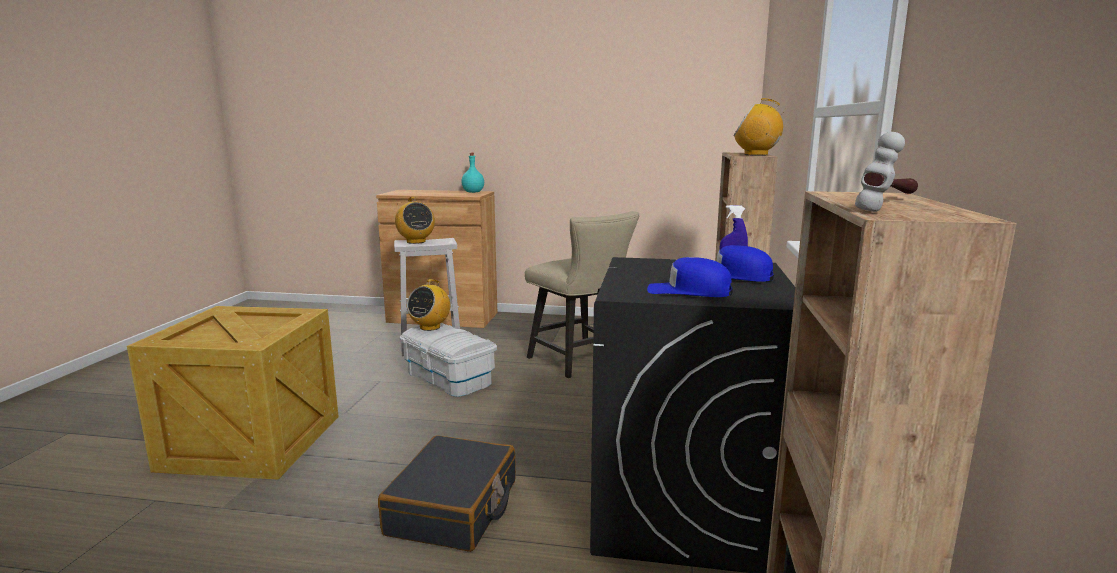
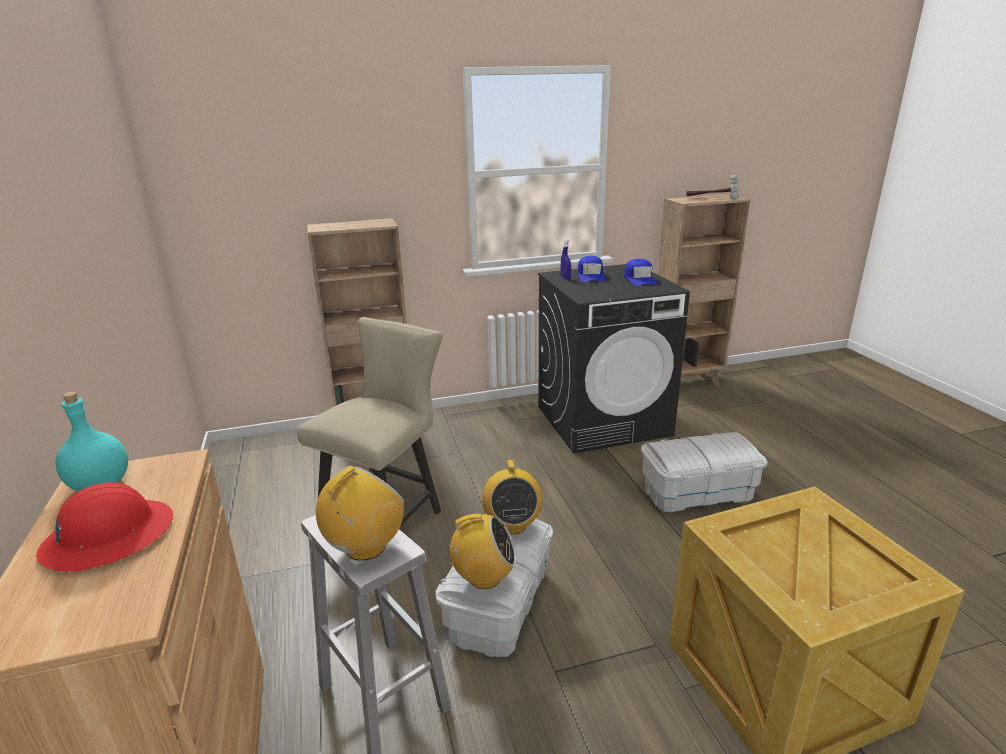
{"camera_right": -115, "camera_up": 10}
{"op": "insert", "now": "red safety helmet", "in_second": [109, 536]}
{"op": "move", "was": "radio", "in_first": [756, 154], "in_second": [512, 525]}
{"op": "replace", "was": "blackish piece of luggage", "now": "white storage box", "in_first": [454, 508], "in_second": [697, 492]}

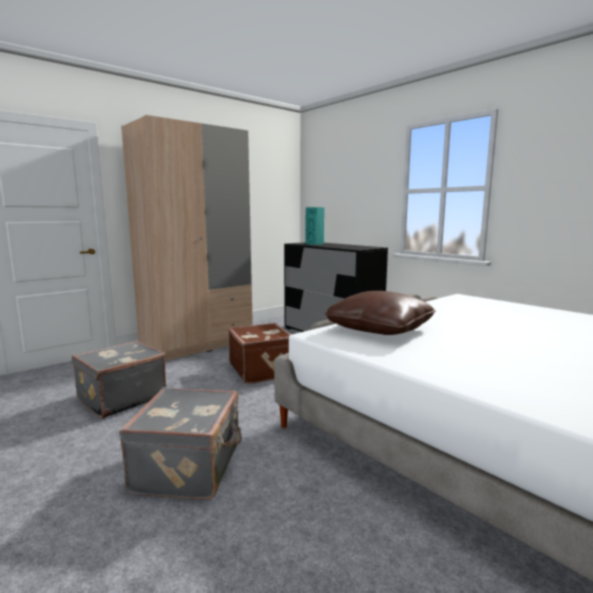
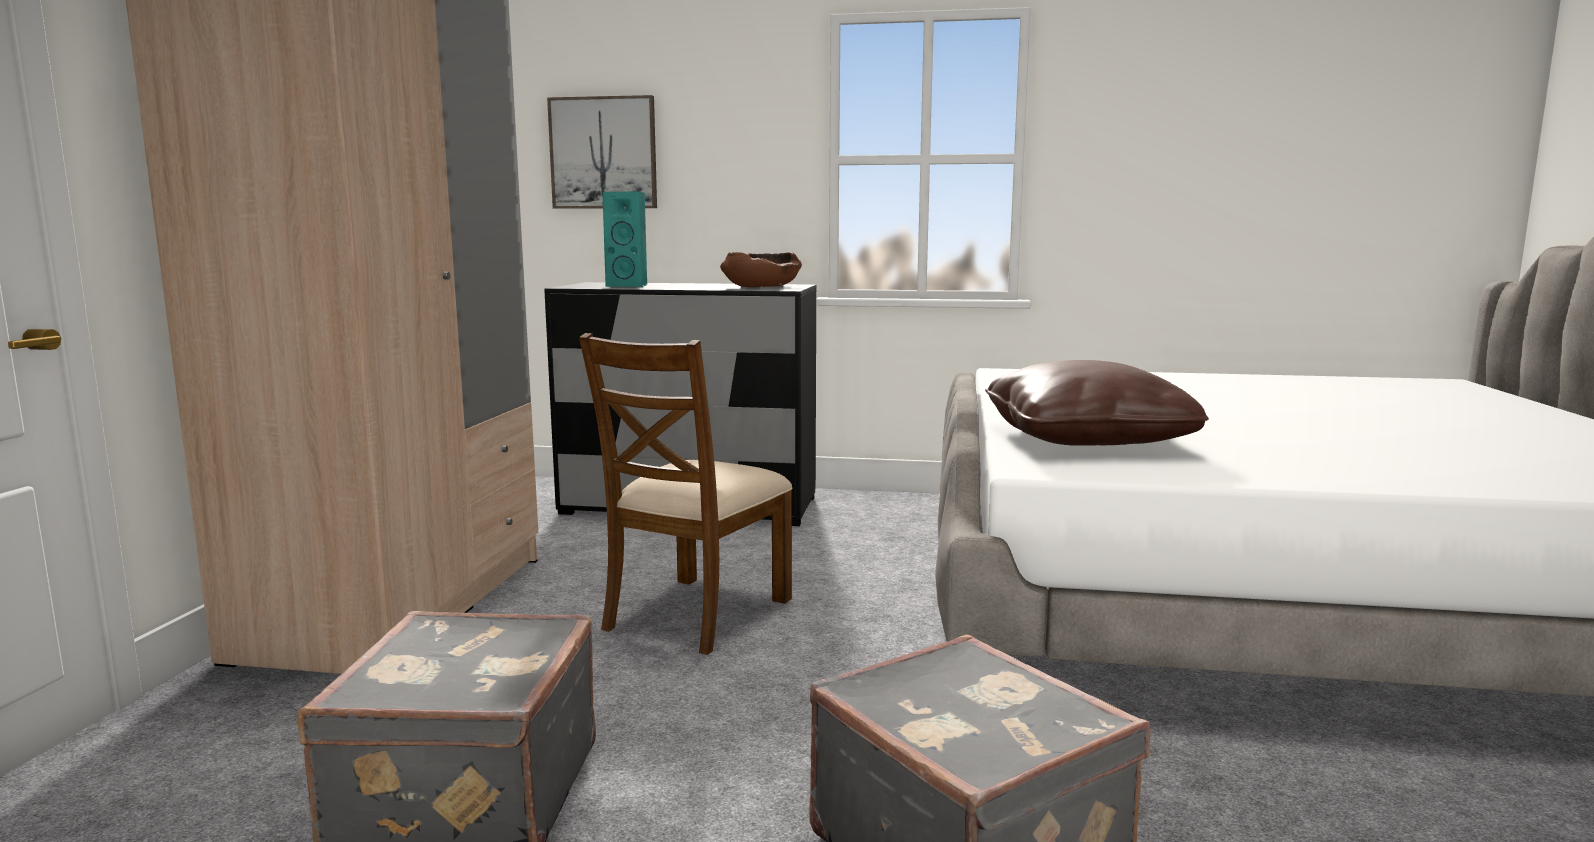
{"camera_right": -40, "camera_up": 0}
{"op": "insert", "now": "wall art", "in_second": [603, 153]}
{"op": "replace", "was": "brown-coloured piece of luggage", "now": "brown-coloured chair", "in_first": [262, 370], "in_second": [695, 614]}
{"op": "insert", "now": "brown-coloured serving bowl", "in_second": [762, 286]}

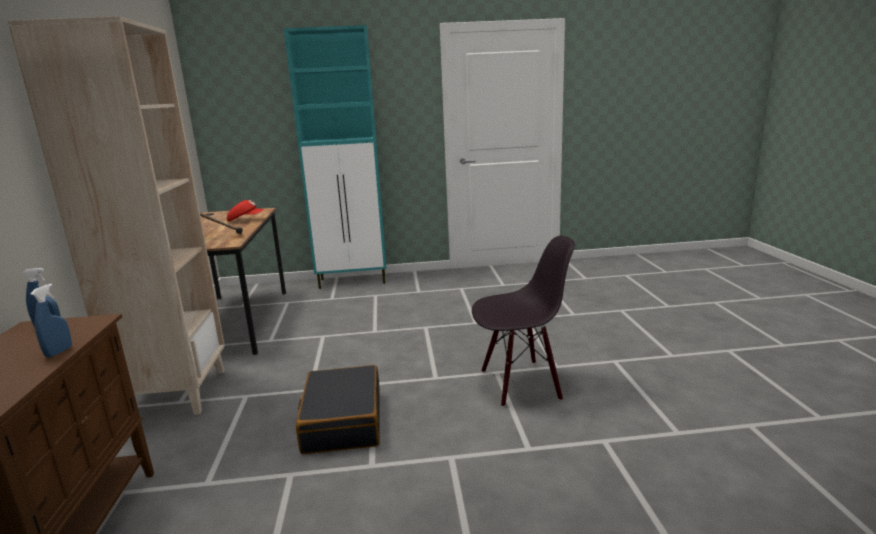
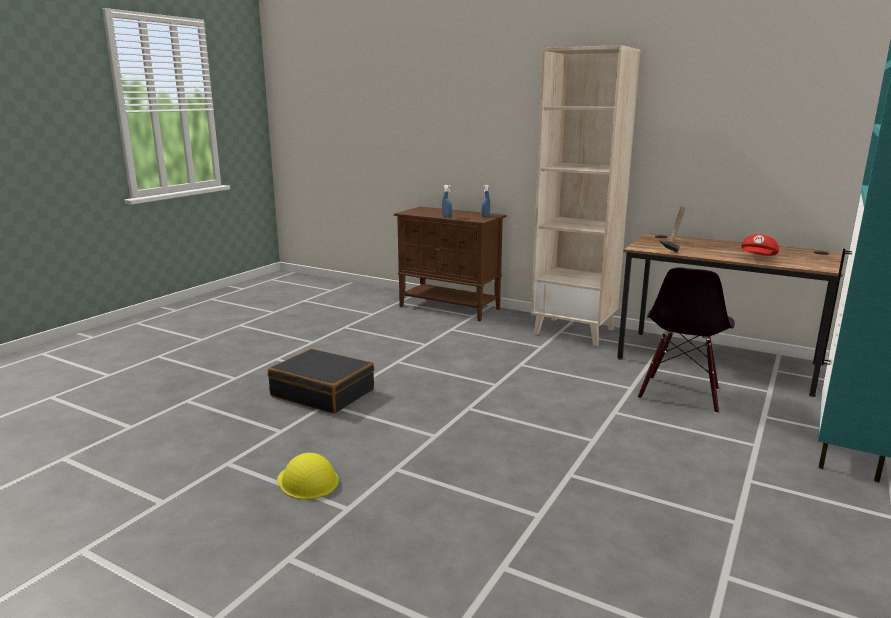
{"camera_right": 125, "camera_up": 0}
{"op": "move", "was": "blackish piece of luggage", "in_first": [342, 421], "in_second": [323, 393]}
{"op": "insert", "now": "yellow safety helmet", "in_second": [308, 481]}
{"op": "move", "was": "blackish chair", "in_first": [520, 383], "in_second": [680, 394]}

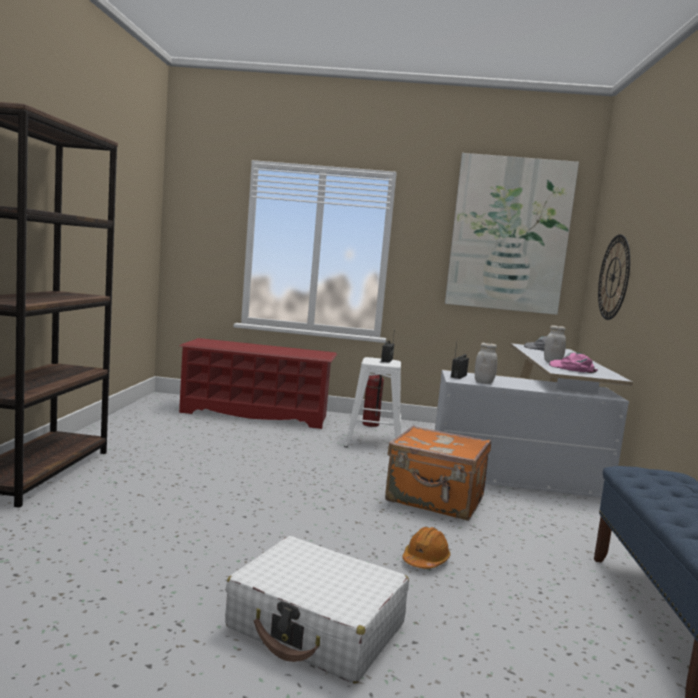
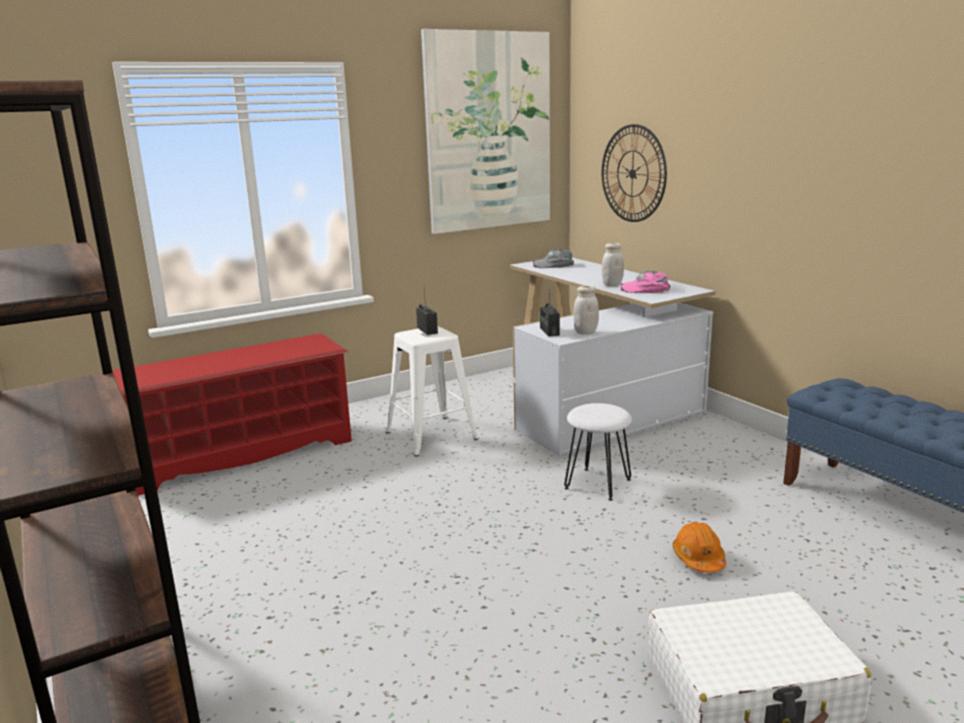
{"camera_right": -35, "camera_up": 10}
{"op": "replace", "was": "orange-coloured piece of luggage", "now": "white stool seat", "in_first": [435, 500], "in_second": [598, 483]}
{"op": "delete", "was": "extinguisher", "in_first": [370, 424]}

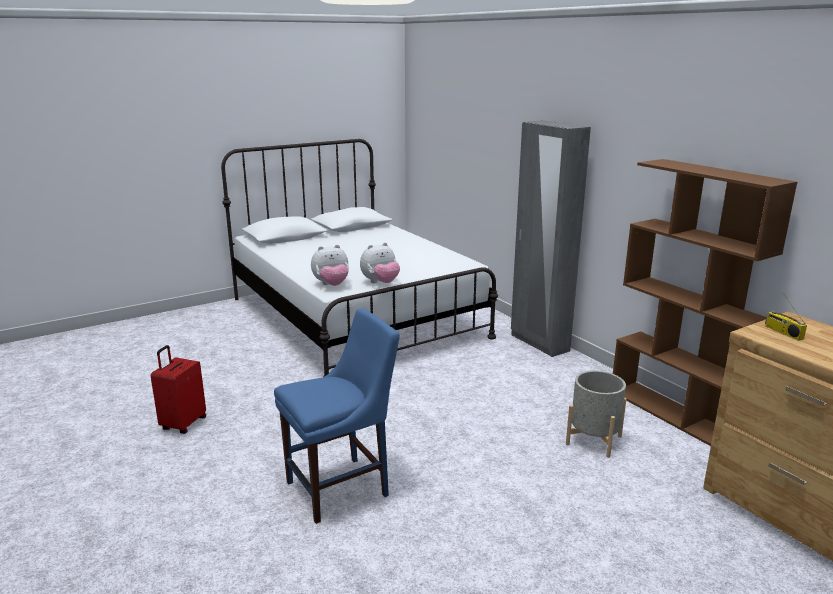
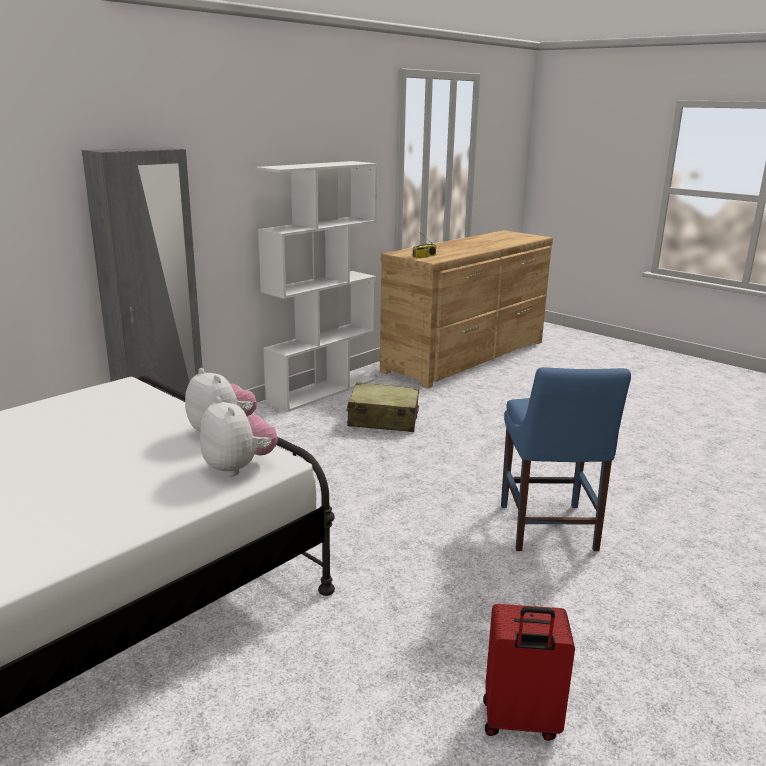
{"camera_right": -105, "camera_up": 0}
{"op": "recolor", "was": "brown-coloured bookcase", "now": "white bookcase", "in_first": [674, 414], "in_second": [322, 390]}
{"op": "replace", "was": "greyish planter", "now": "beige piece of luggage", "in_first": [593, 440], "in_second": [383, 419]}
{"op": "rotate", "was": "blue-coloured chair", "in_first": [342, 487], "in_second": [548, 530], "clockwise": -135}

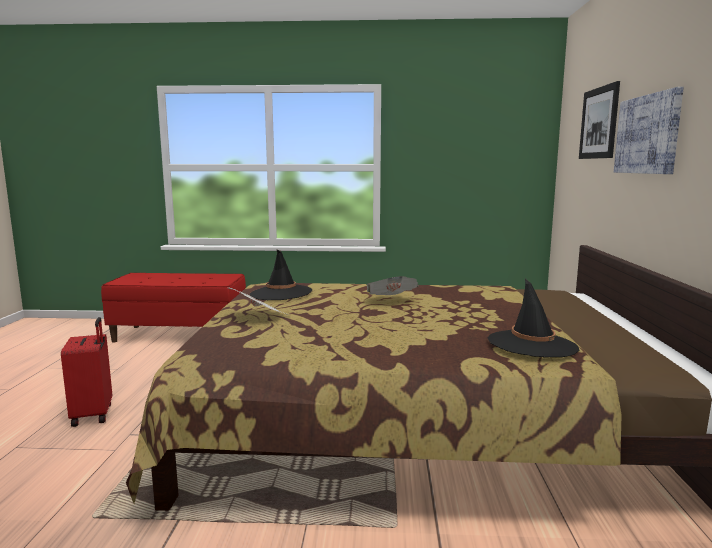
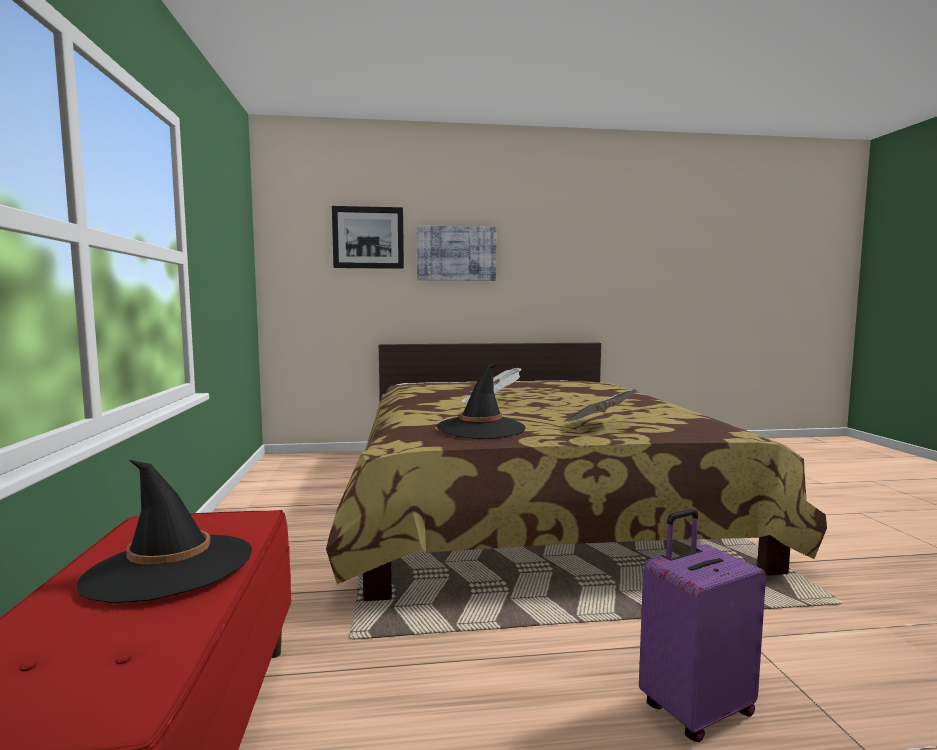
{"camera_right": -100, "camera_up": -5}
{"op": "move", "was": "blackish hat", "in_first": [532, 344], "in_second": [169, 568]}
{"op": "recolor", "was": "red piece of luggage", "now": "purplish piece of luggage", "in_first": [94, 415], "in_second": [695, 709]}

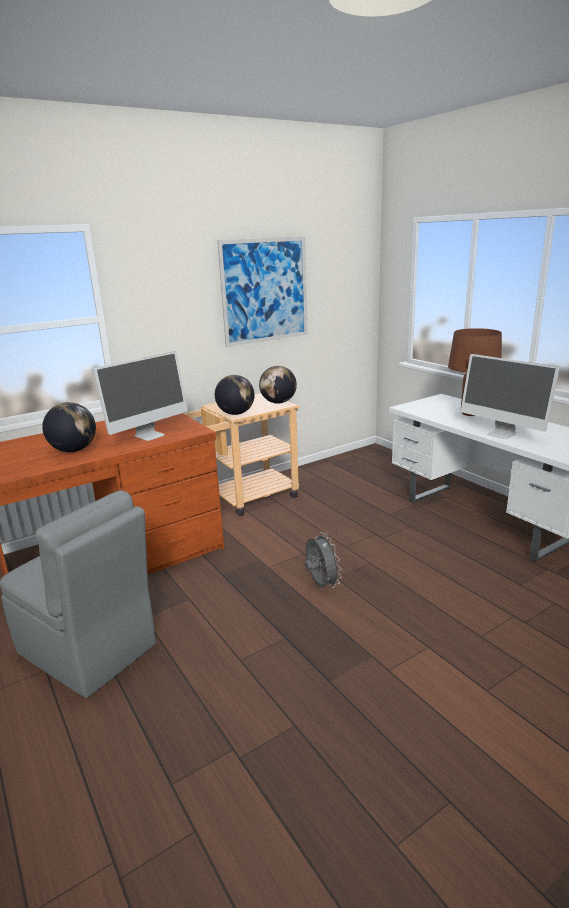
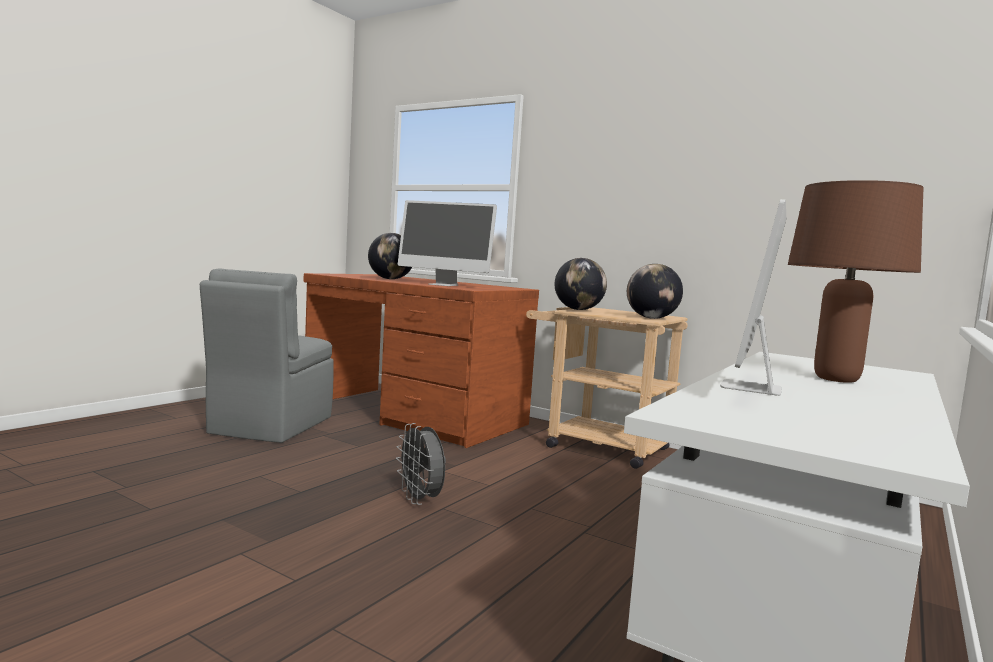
{"camera_right": 65, "camera_up": -15}
{"op": "rotate", "was": "greyish electric fan", "in_first": [321, 584], "in_second": [421, 500], "clockwise": 105}
{"op": "delete", "was": "wall art", "in_first": [265, 291]}

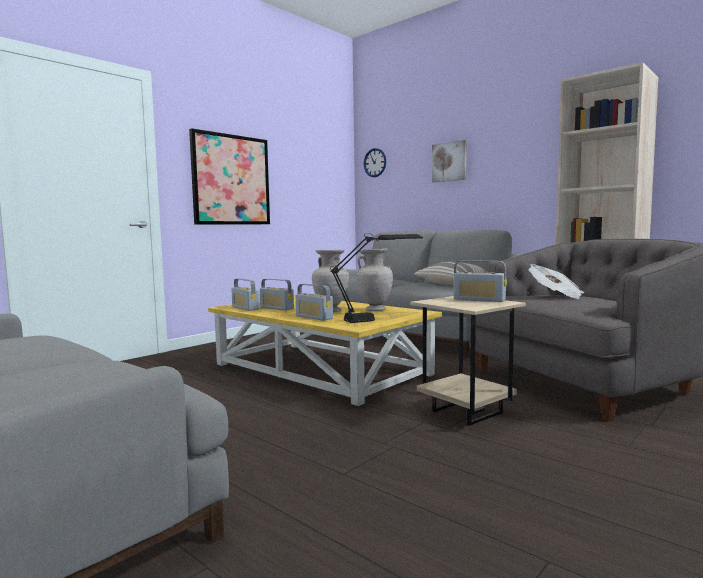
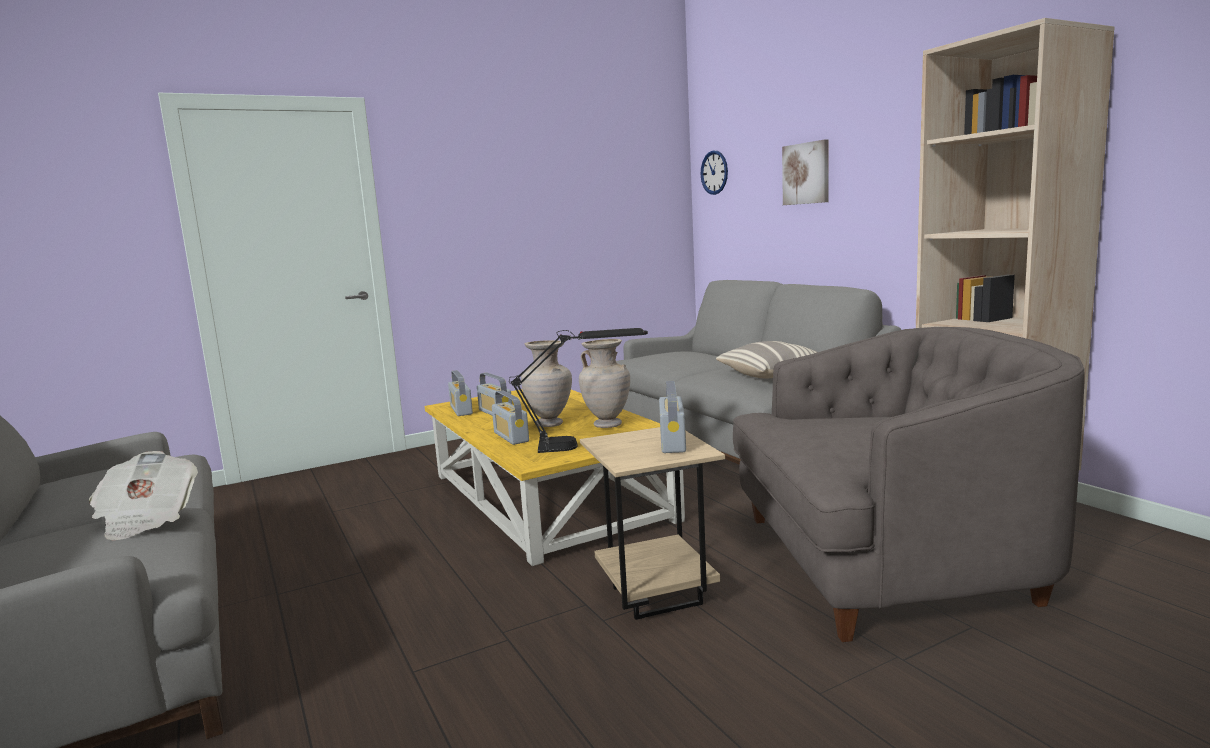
{"camera_right": 20, "camera_up": 5}
{"op": "move", "was": "newspaper", "in_first": [555, 296], "in_second": [147, 519]}
{"op": "rotate", "was": "radio", "in_first": [479, 300], "in_second": [672, 442], "clockwise": -135}
{"op": "delete", "was": "wall art", "in_first": [231, 180]}

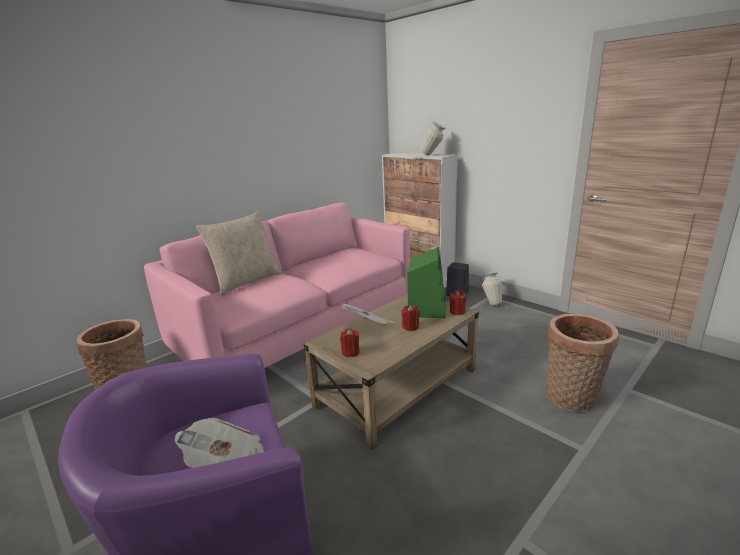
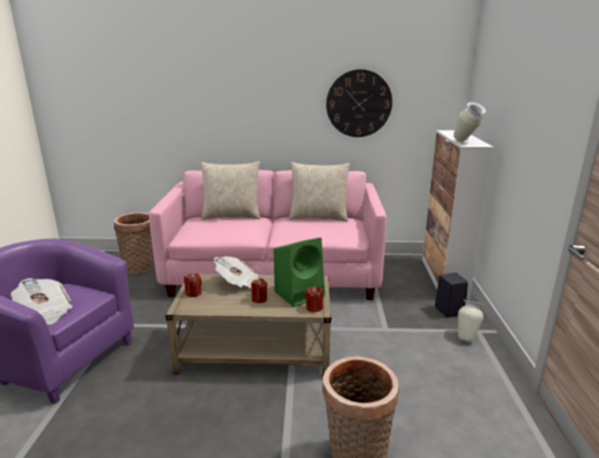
{"camera_right": 45, "camera_up": 0}
{"op": "insert", "now": "beige pillow", "in_second": [318, 217]}
{"op": "insert", "now": "wall clock", "in_second": [359, 103]}

